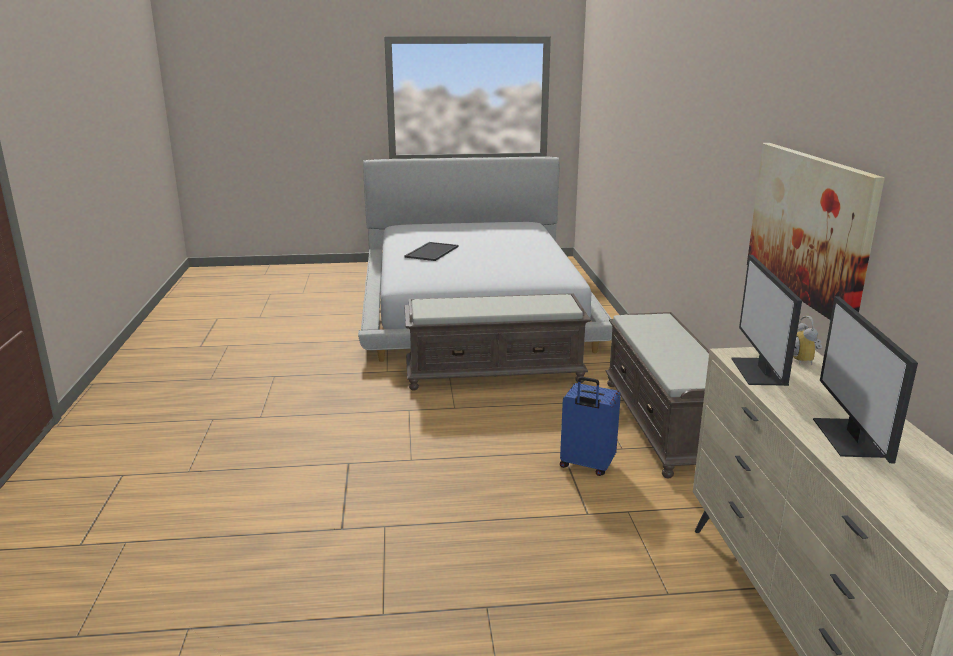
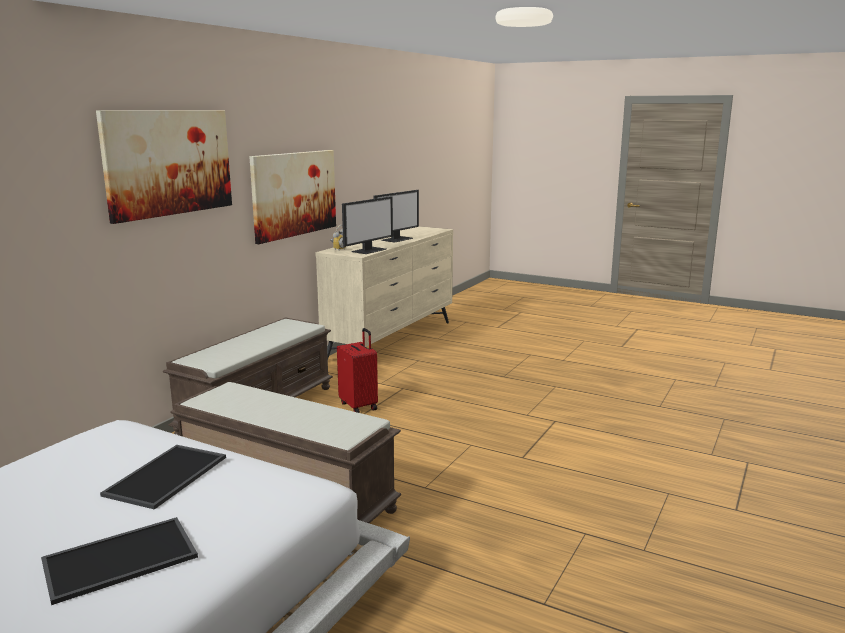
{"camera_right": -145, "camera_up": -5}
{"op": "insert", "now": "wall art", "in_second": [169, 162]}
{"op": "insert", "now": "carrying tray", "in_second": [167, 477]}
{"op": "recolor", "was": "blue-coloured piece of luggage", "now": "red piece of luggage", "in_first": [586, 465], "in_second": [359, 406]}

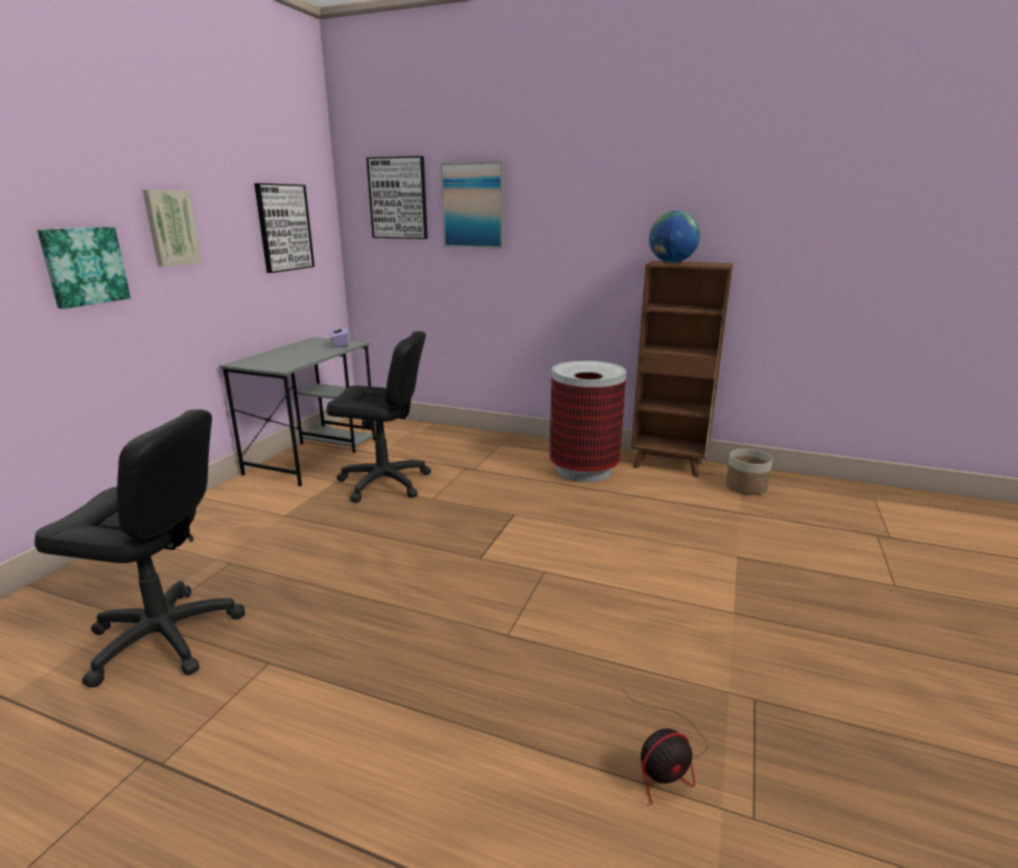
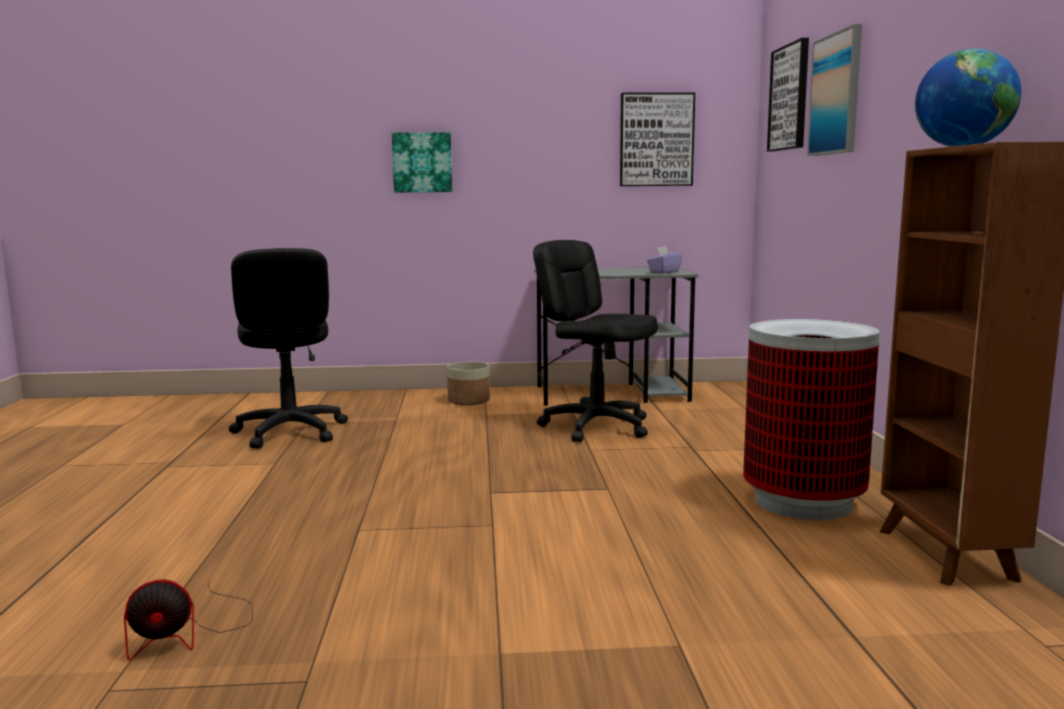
{"camera_right": 65, "camera_up": -10}
{"op": "rotate", "was": "electric fan", "in_first": [666, 760], "in_second": [188, 633], "clockwise": -60}
{"op": "move", "was": "planter", "in_first": [745, 487], "in_second": [468, 401]}
{"op": "rotate", "was": "blackish computer chair", "in_first": [384, 483], "in_second": [596, 426], "clockwise": 150}
{"op": "delete", "was": "wall art", "in_first": [171, 228]}

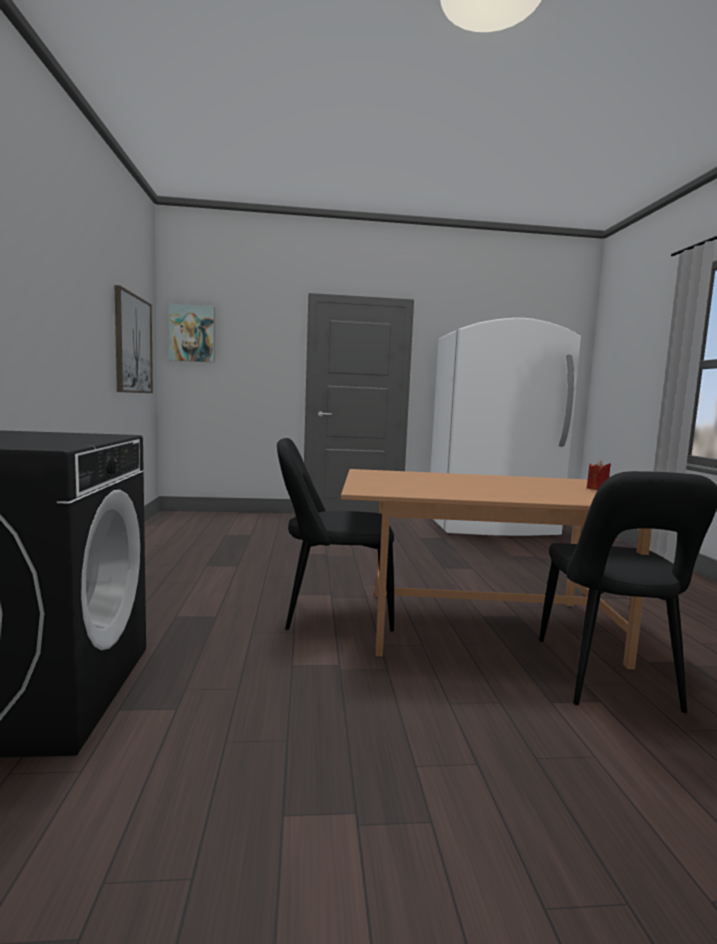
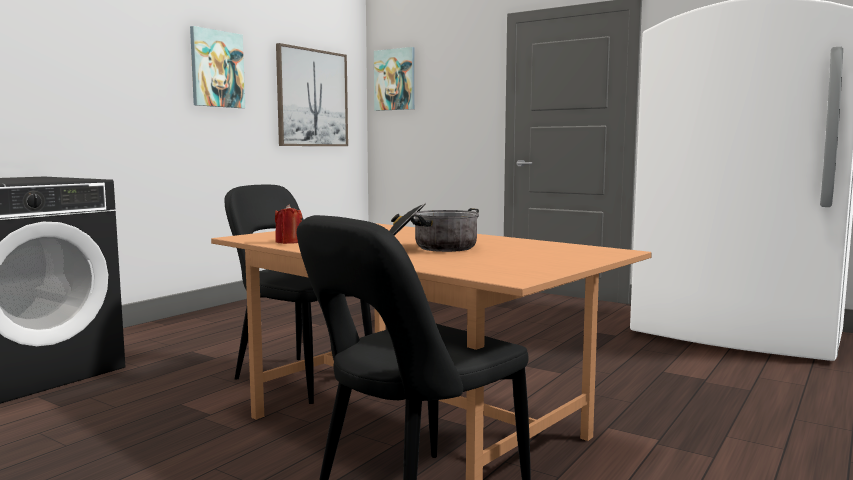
{"camera_right": 40, "camera_up": 0}
{"op": "insert", "now": "wall art", "in_second": [217, 69]}
{"op": "move", "was": "red wax candle", "in_first": [597, 489], "in_second": [288, 242]}
{"op": "insert", "now": "saucepot", "in_second": [430, 248]}

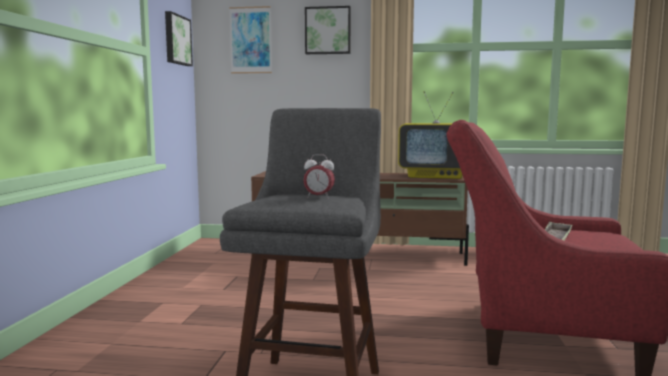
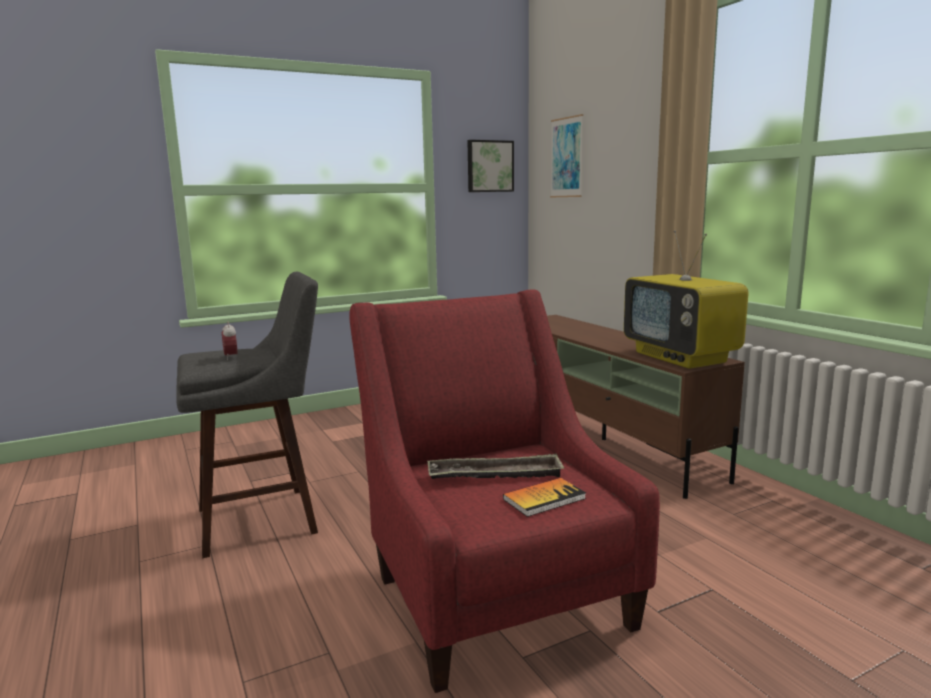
{"camera_right": 55, "camera_up": 5}
{"op": "insert", "now": "volume", "in_second": [544, 499]}
{"op": "delete", "was": "wall art", "in_first": [328, 30]}

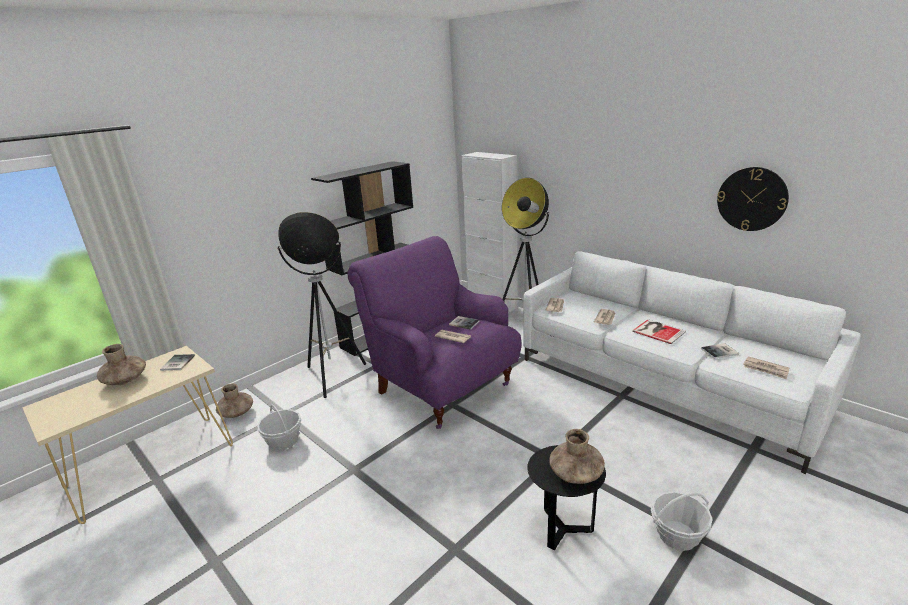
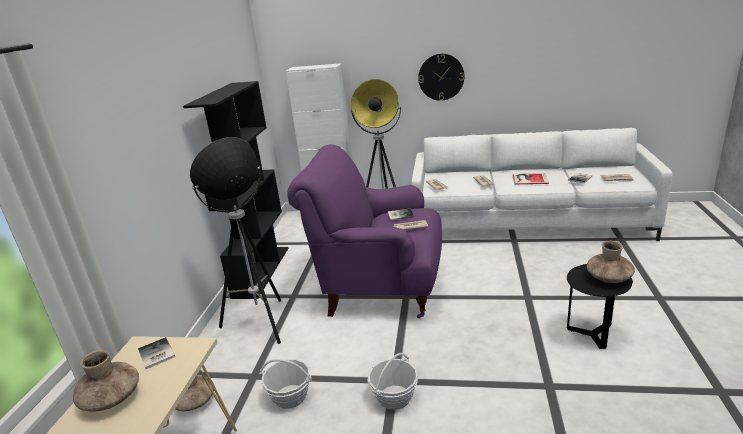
{"camera_right": -35, "camera_up": 0}
{"op": "move", "was": "storage basket", "in_first": [677, 535], "in_second": [394, 397]}
{"op": "move", "was": "wall clock", "in_first": [752, 199], "in_second": [441, 77]}

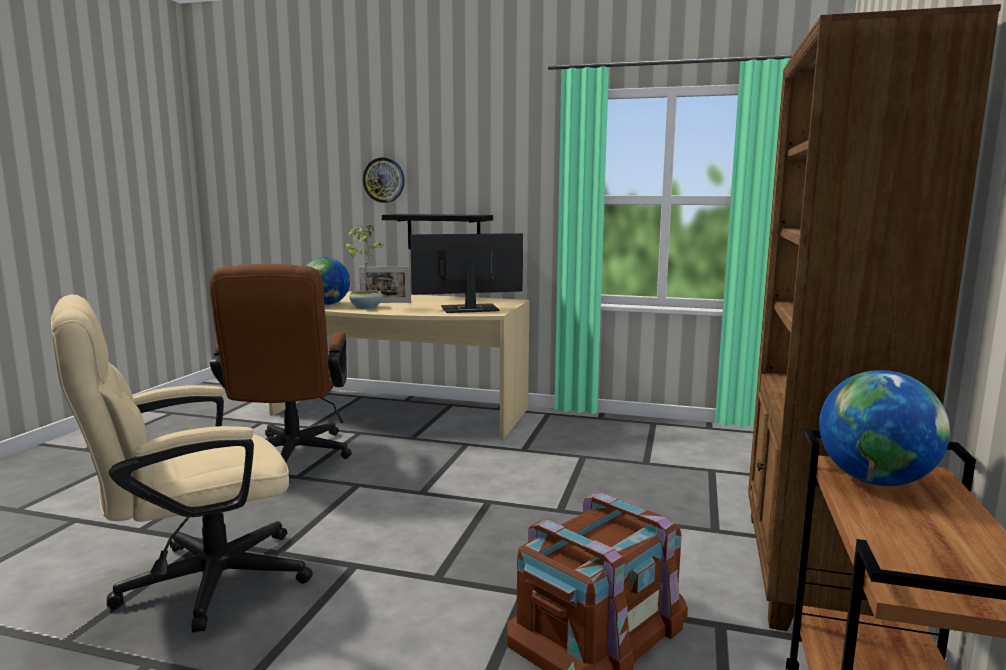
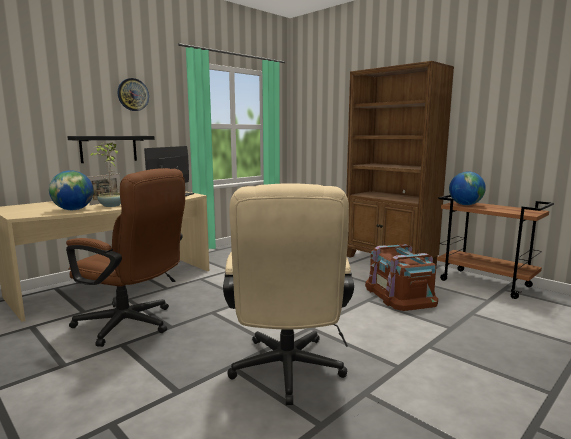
{"camera_right": -60, "camera_up": 0}
{"op": "move", "was": "wall clock", "in_first": [384, 180], "in_second": [133, 94]}

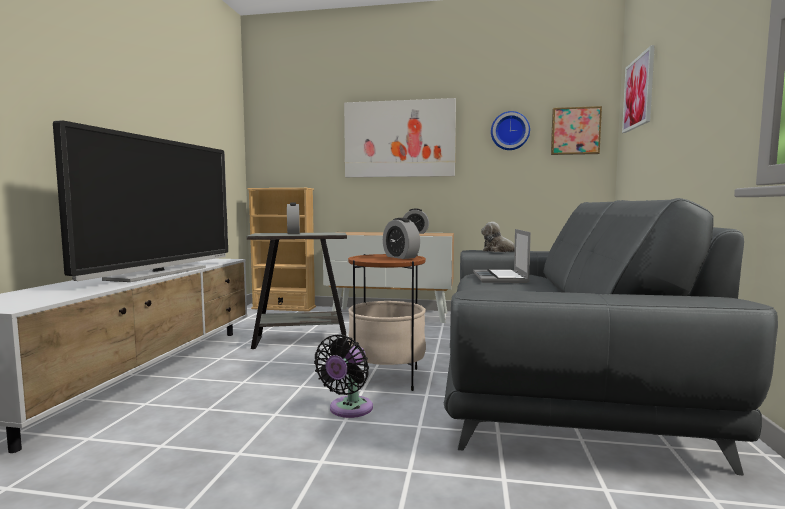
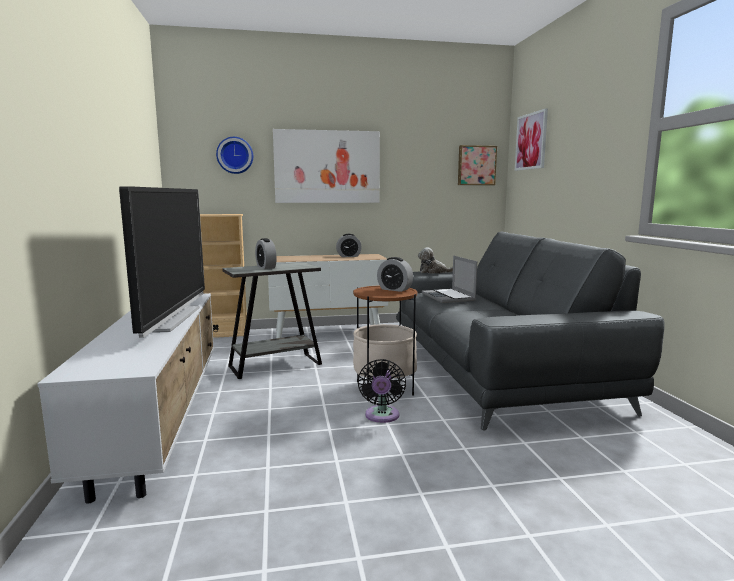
{"camera_right": -20, "camera_up": 5}
{"op": "move", "was": "wall clock", "in_first": [509, 131], "in_second": [235, 155]}

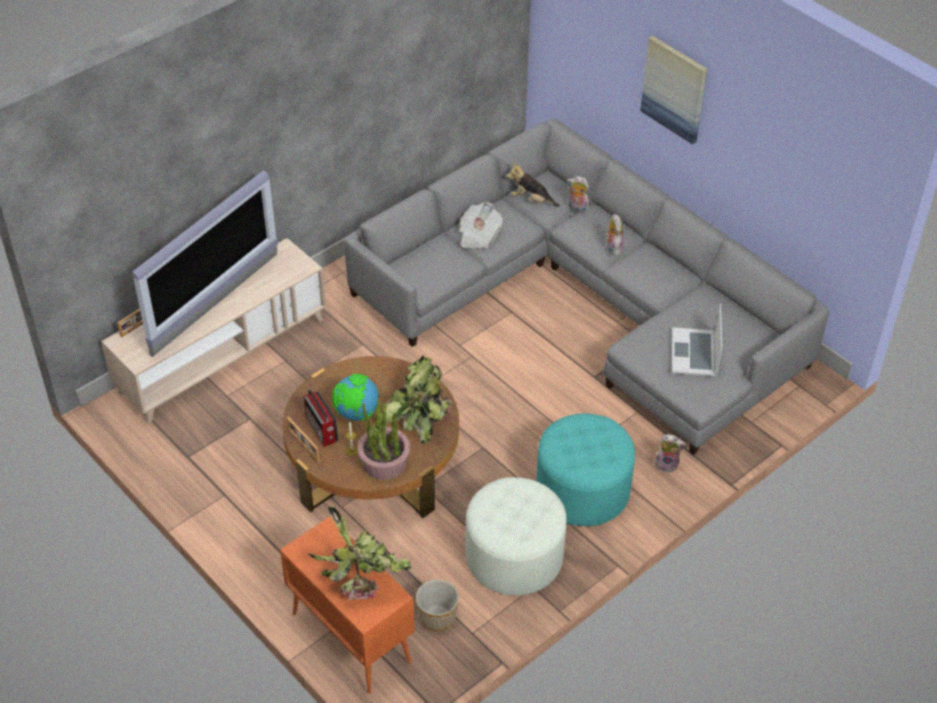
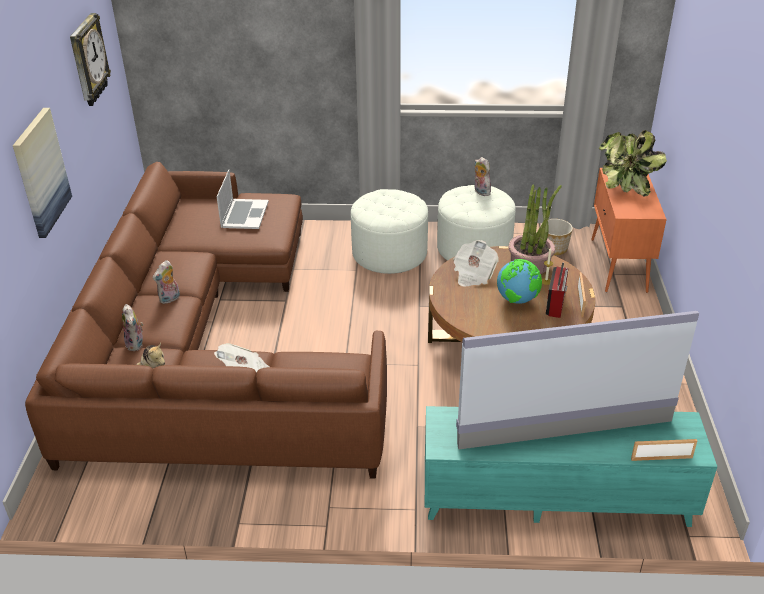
{"camera_right": -135, "camera_up": -10}
{"op": "recolor", "was": "greyish settee", "now": "brown-coloured settee", "in_first": [589, 301], "in_second": [206, 346]}
{"op": "insert", "now": "wall clock", "in_second": [88, 60]}
{"op": "rotate", "was": "portable computer", "in_first": [695, 352], "in_second": [244, 214], "clockwise": -45}
{"op": "recolor", "was": "turquoise footrest", "now": "white footrest", "in_first": [582, 490], "in_second": [389, 253]}
{"op": "recolor", "was": "beige tv stand", "now": "turquoise tv stand", "in_first": [222, 356], "in_second": [555, 498]}
{"op": "replace", "was": "plant in a pot", "now": "newspaper", "in_first": [419, 417], "in_second": [473, 274]}
{"op": "move", "was": "soft toy", "in_first": [667, 464], "in_second": [480, 192]}

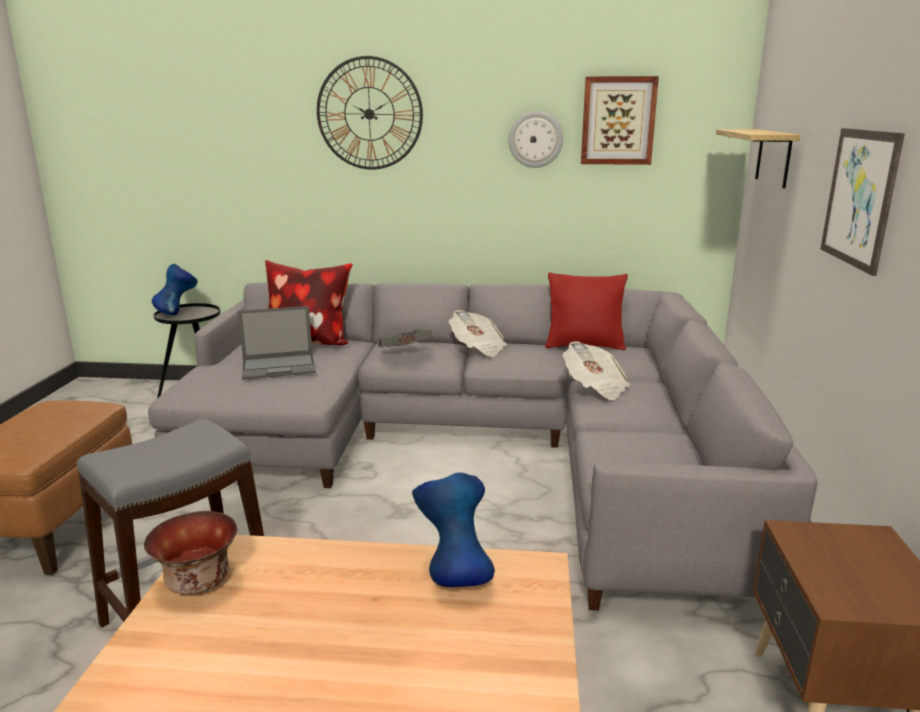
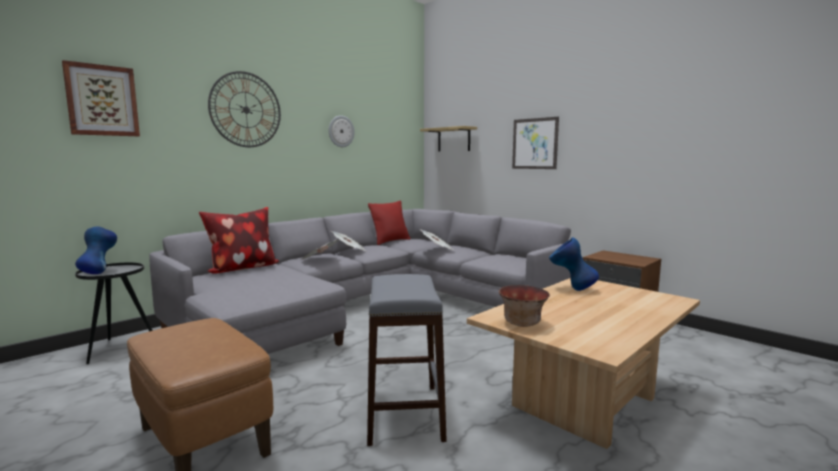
{"camera_right": -50, "camera_up": -10}
{"op": "move", "was": "wall art", "in_first": [618, 121], "in_second": [102, 100]}
{"op": "delete", "was": "portable computer", "in_first": [279, 367]}

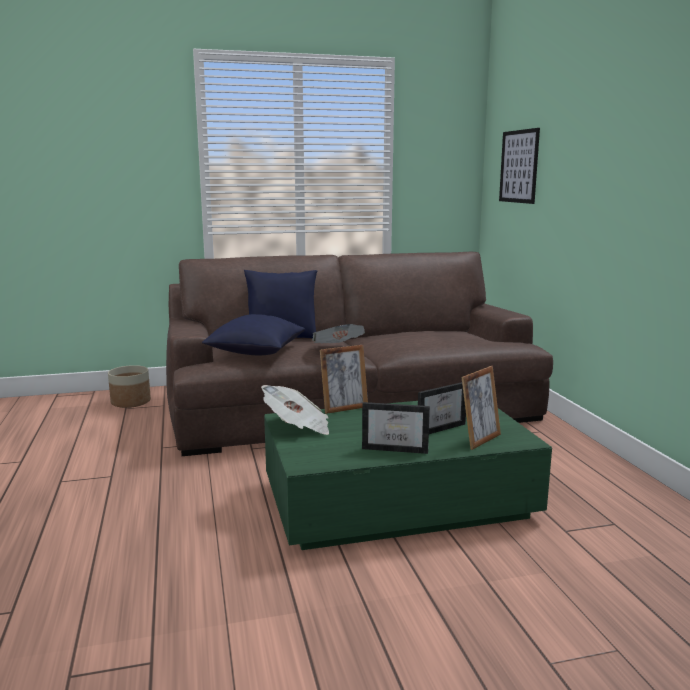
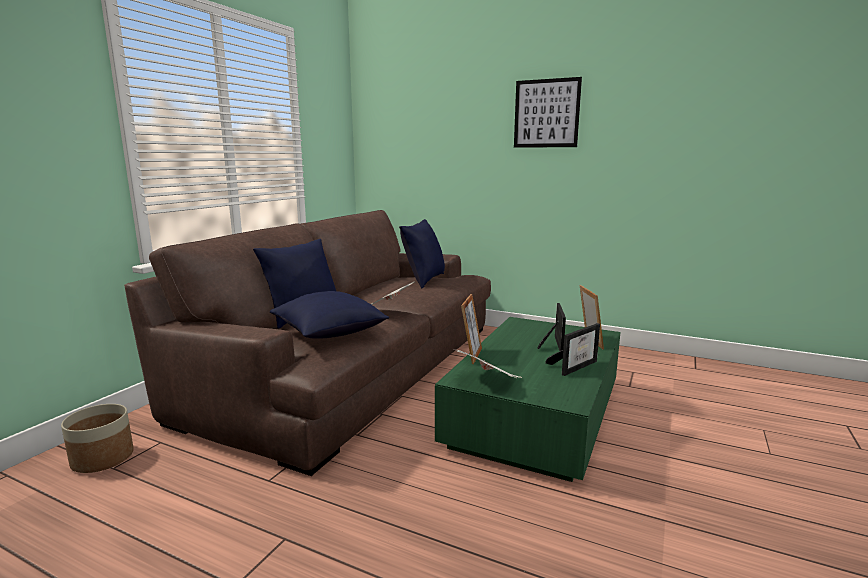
{"camera_right": -50, "camera_up": 0}
{"op": "insert", "now": "blue-coloured pillow", "in_second": [423, 280]}
{"op": "move", "was": "wall art", "in_first": [519, 166], "in_second": [546, 113]}

